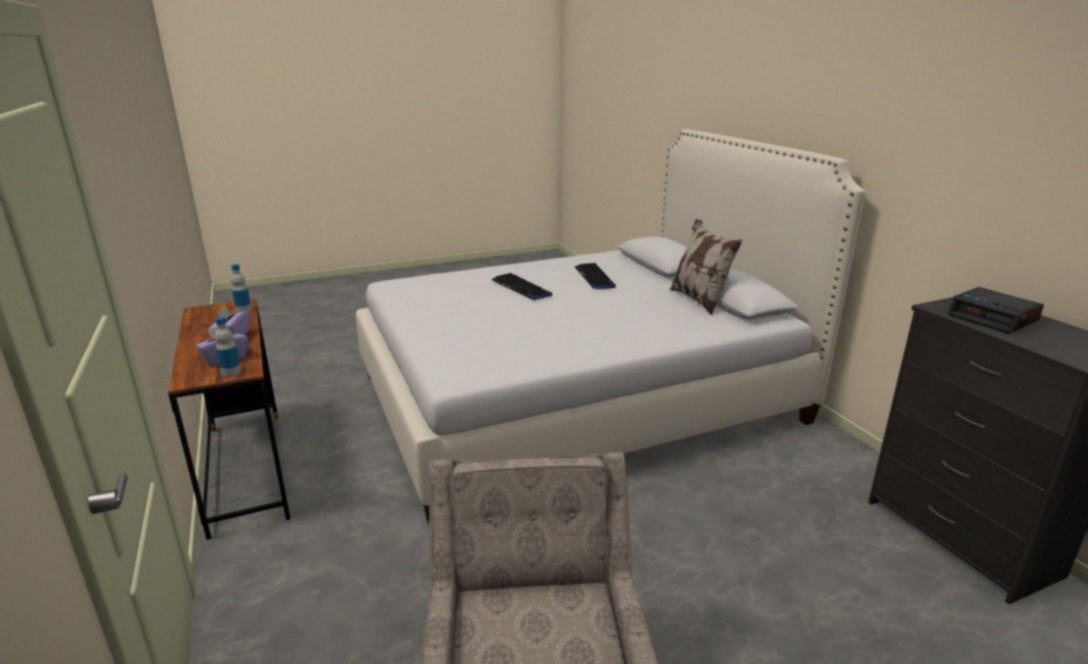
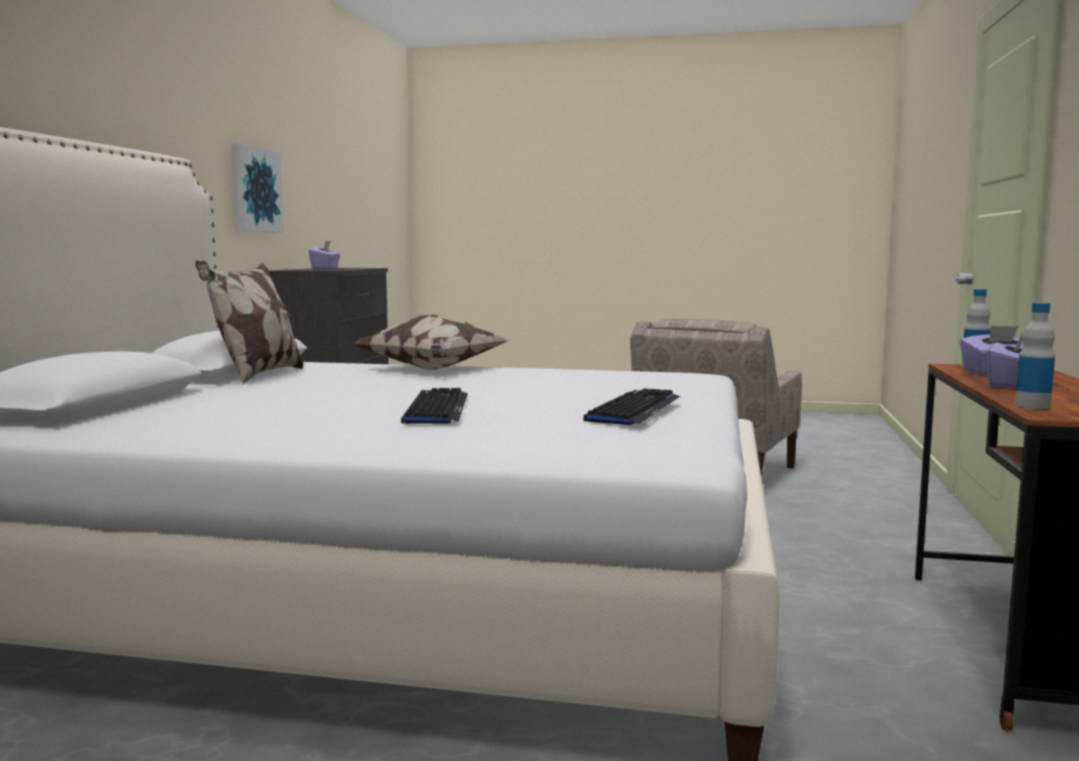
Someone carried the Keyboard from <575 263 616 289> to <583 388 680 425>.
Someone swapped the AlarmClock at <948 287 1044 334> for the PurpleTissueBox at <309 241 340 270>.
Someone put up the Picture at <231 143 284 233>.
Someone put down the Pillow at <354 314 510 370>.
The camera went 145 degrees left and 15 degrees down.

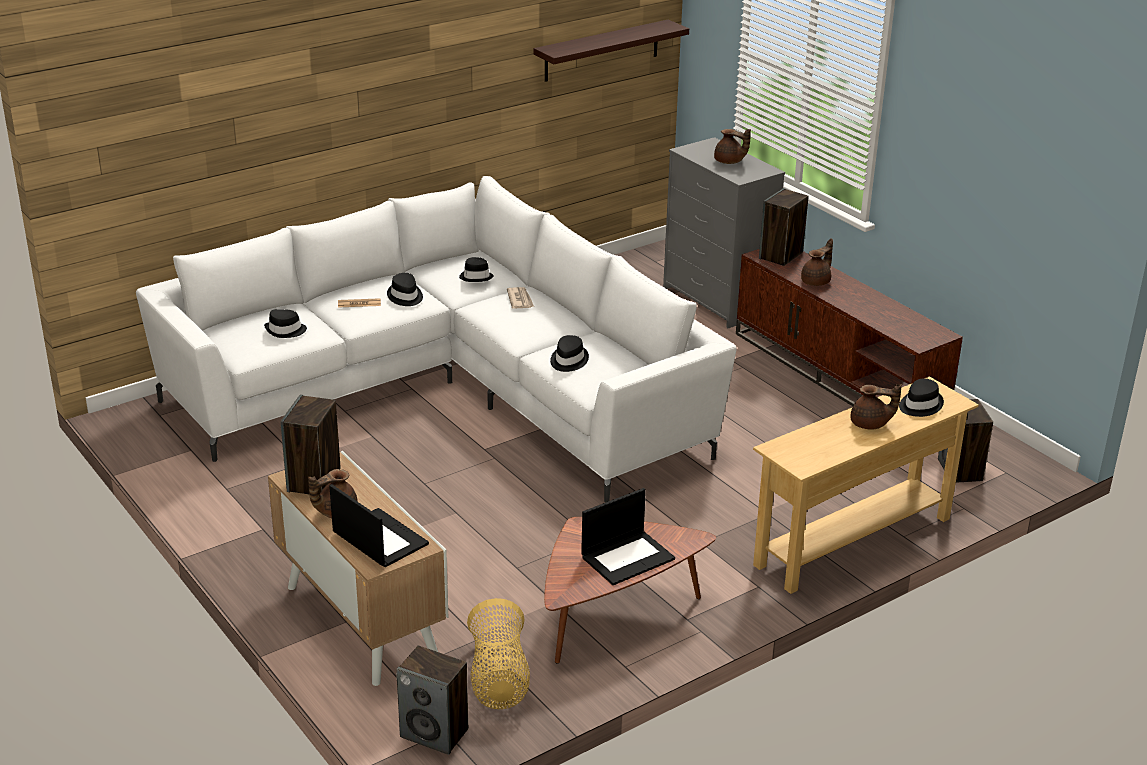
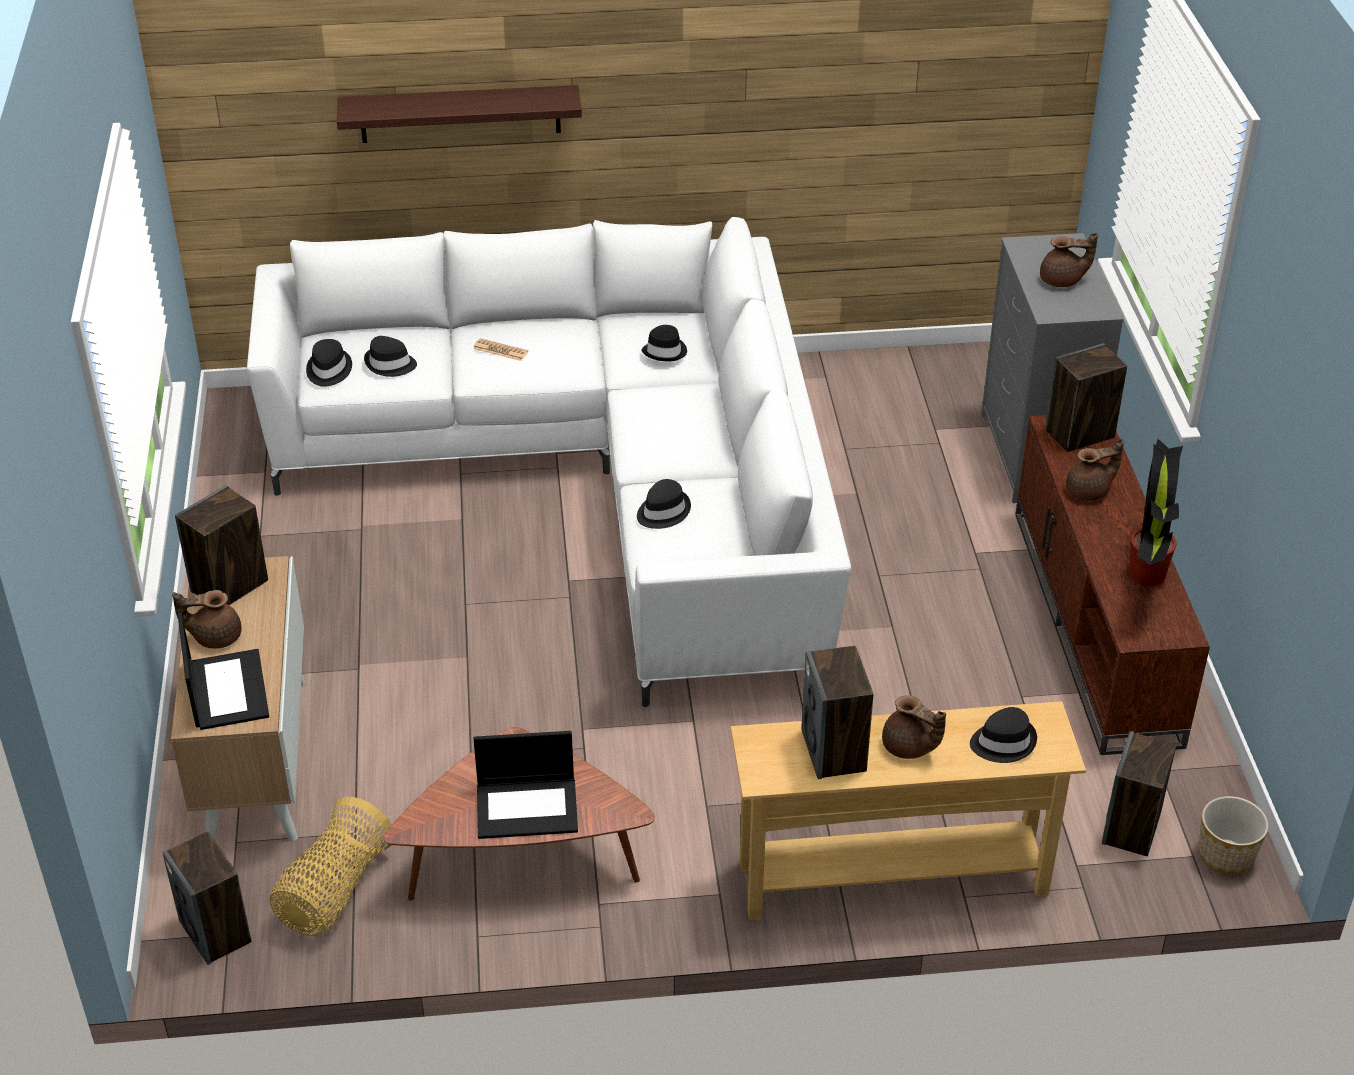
Someone carried the BlackHat from <387 273 423 306> to <306 339 352 387>.
Someone took away the Newspaper at <507 287 534 308>.
Someone carried the Shelf from <534 20 689 82> to <337 85 582 143>.
Someone rotated the BrownTeapot at <714 129 751 164> by 60 degrees counterclockwise.
Someone put down the Speaker at <801 646 873 779>.
Someone put down the PottedPlant at <1129 439 1183 586>.
Someone put down the Planter at <1198 796 1269 875>.
The camera went 30 degrees right and 10 degrees up.

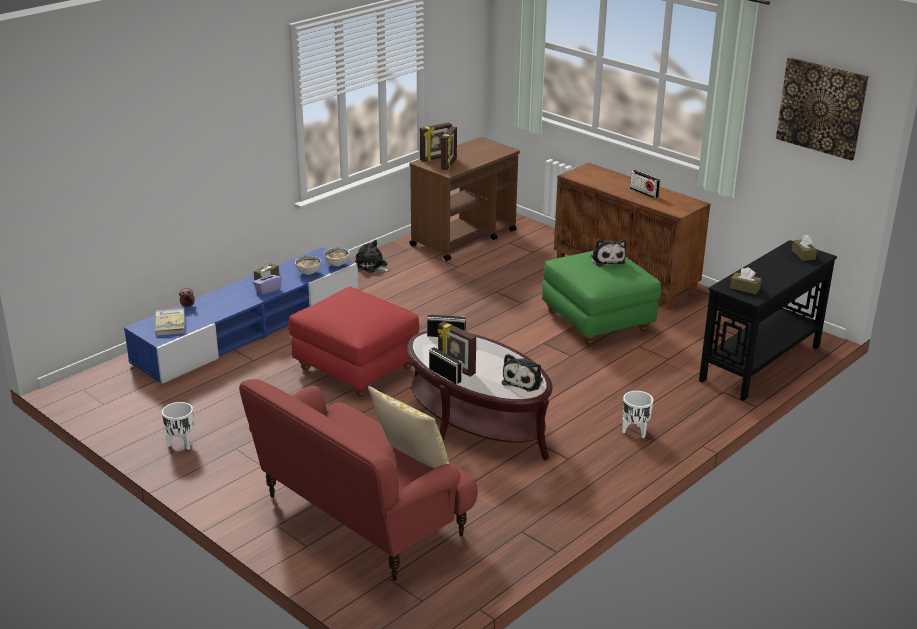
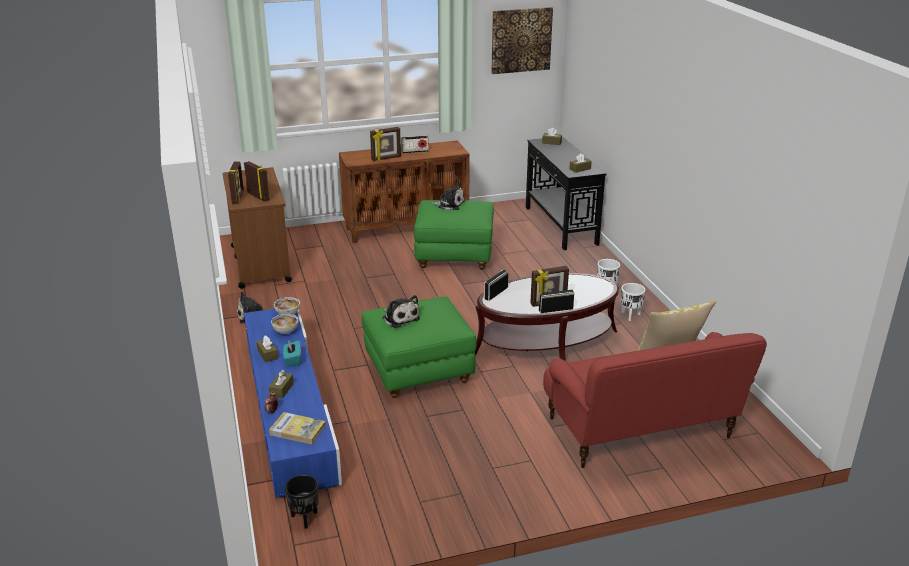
Someone carried the WhitePlanter from <162 402 194 450> to <621 283 645 321>.
Someone repainted the PurpleTissueBox at <253 270 282 295>, which became the TurquoiseTissueBox at <283 340 301 366>.
Someone repainted the RedOttoman at <289 286 419 397>, which became the GreenOttoman at <362 296 476 398>.
Someone carried the PlushToy from <502 354 543 391> to <383 295 420 328>.
Someone put down the BrownTissueBox at <269 370 294 399>.
Someone put down the BlackPlanter at <285 475 319 529>.
Someone put down the PictureFrame at <370 127 401 161>.
The camera went 60 degrees left and 0 degrees up.

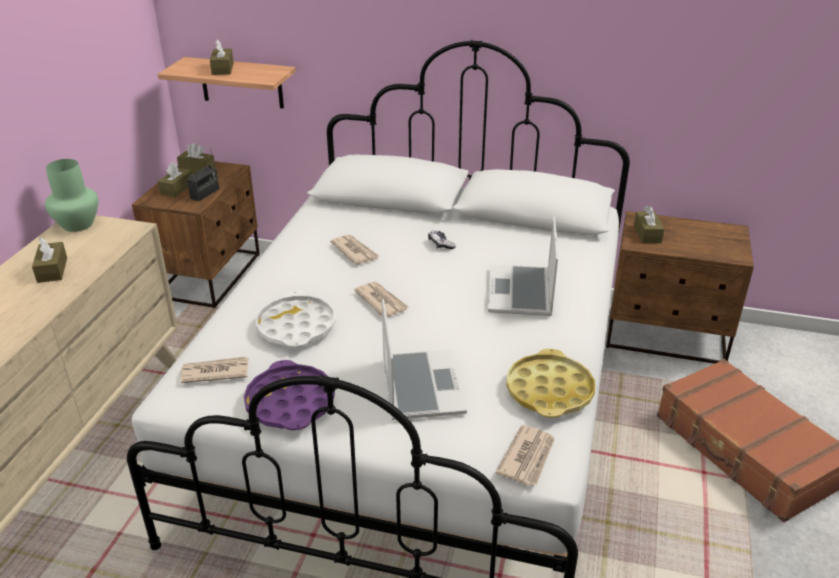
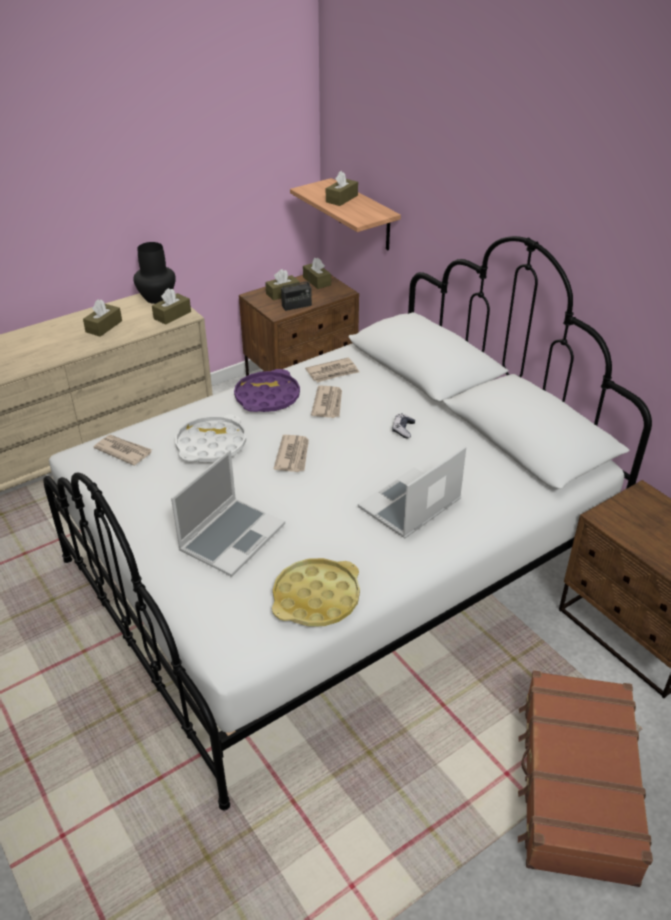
Someone repainted the GreenVase at <45 159 98 232>, which became the BlackVase at <133 242 176 304>.
Someone carried the PurpleTray from <244 360 335 430> to <234 369 300 412>.
Someone carried the Newspaper from <496 425 555 485> to <305 358 359 383>.
Someone carried the BrownTissueBox from <634 206 664 243> to <152 288 191 325>.
The camera went 40 degrees right and 5 degrees up.

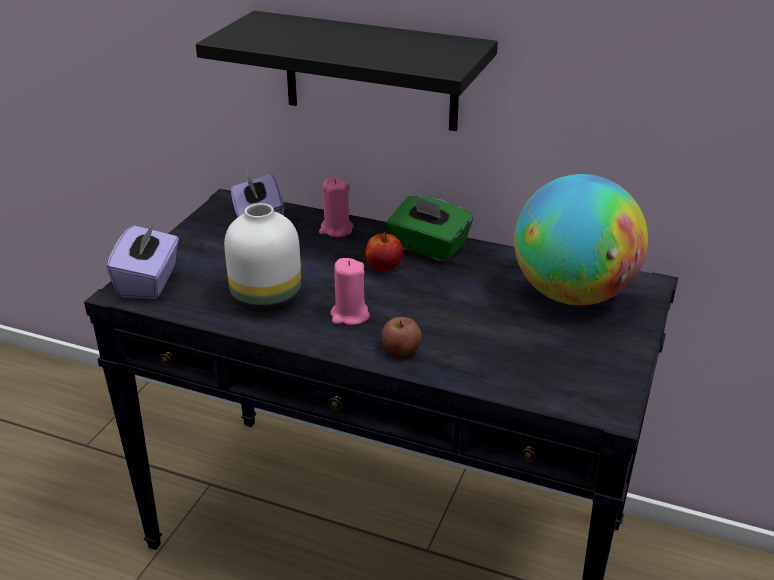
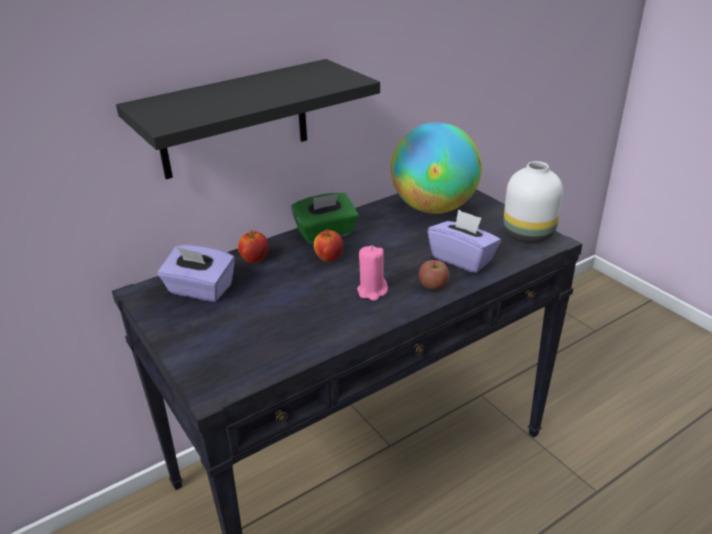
Someone carried the PurpleTissueBox from <107 222 179 299> to <427 209 501 273>.
Someone carried the WhiteVase from <224 203 301 313> to <504 161 563 243>.
Someone swapped the PinkCandle at <319 178 354 237> for the Apple at <238 230 268 263>.
The camera went 55 degrees left and 0 degrees up.

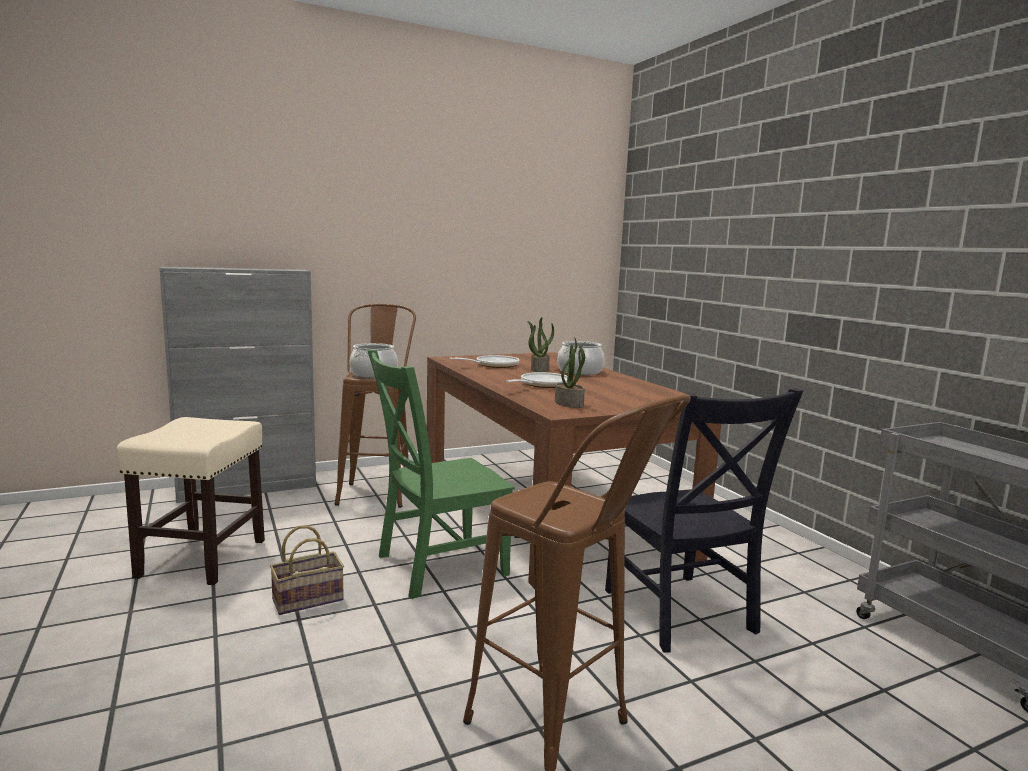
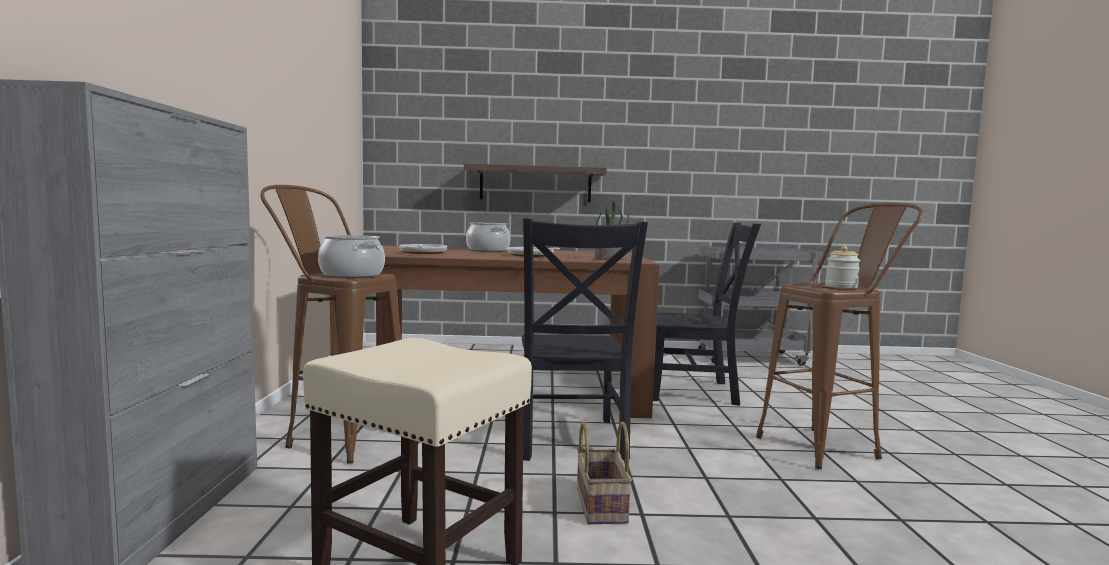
Someone repainted the GreenChair at <367 349 515 599>, which became the BlackChair at <522 218 648 461>.
Someone took away the PottedPlant at <527 317 554 372>.
Someone put up the Shelf at <464 163 607 202>.
Someone put down the Jar at <825 246 860 288>.
The camera went 65 degrees left and 5 degrees down.

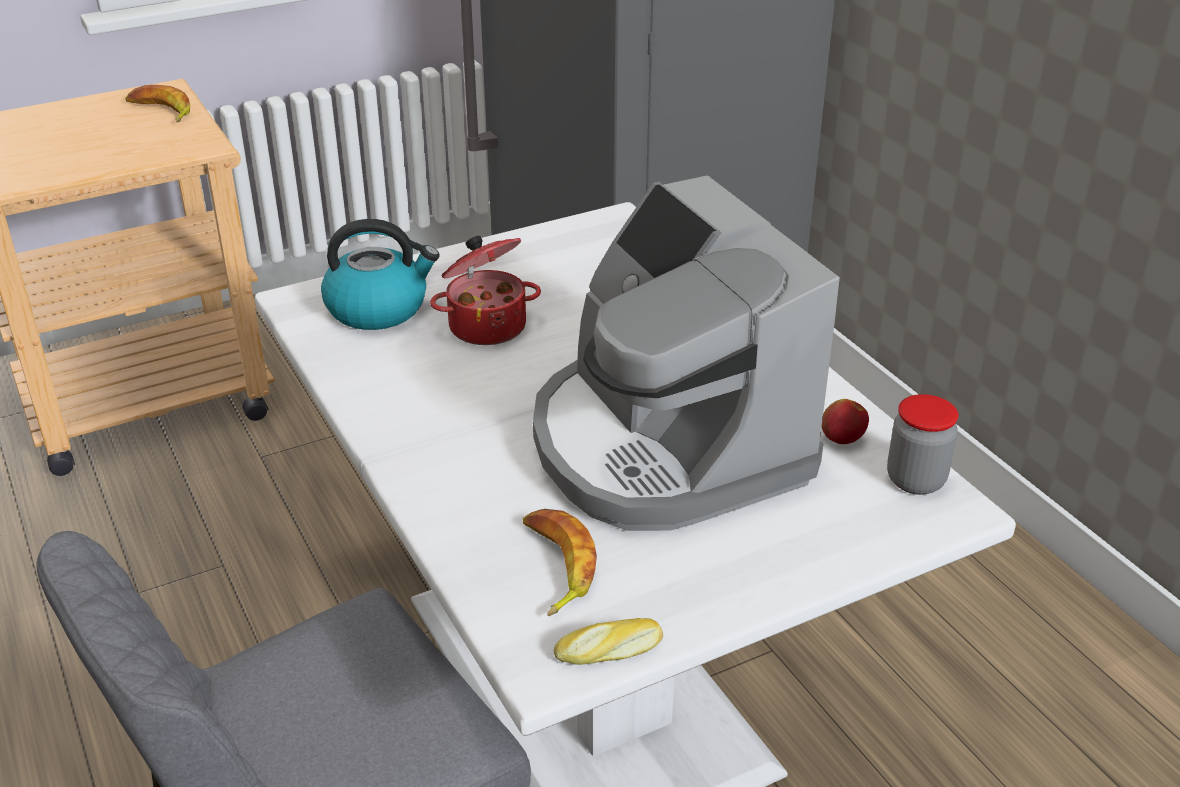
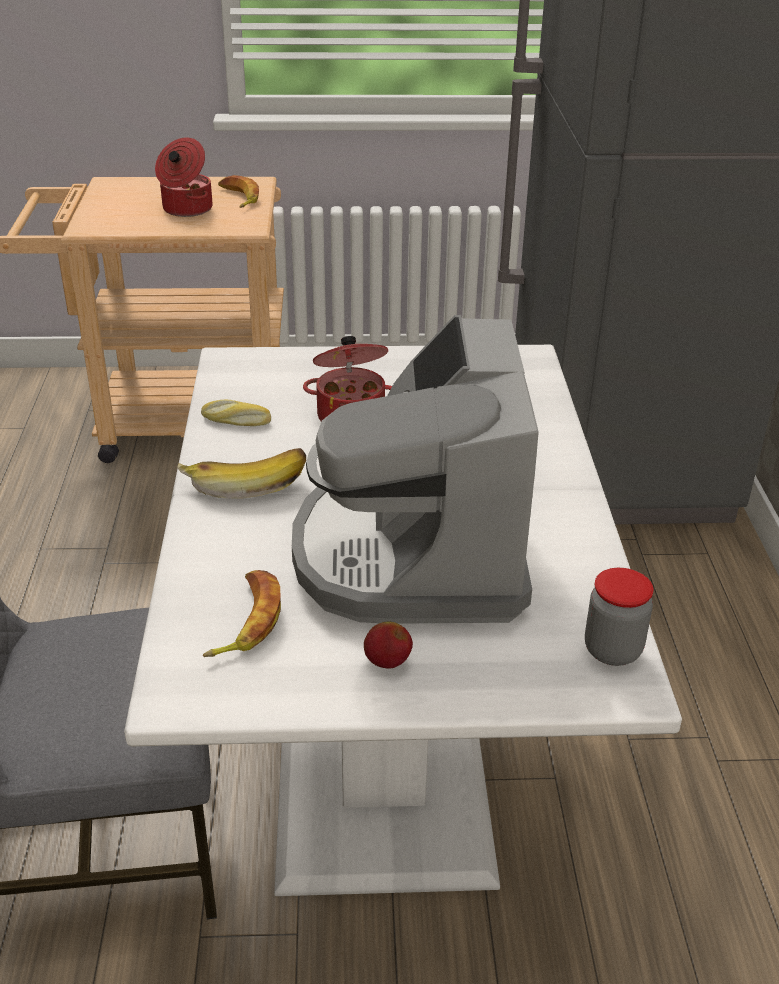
Someone took away the Kettle at <321 219 440 330>.
Someone carried the Bread from <554 618 663 665> to <201 400 271 426>.
Someone carried the Apple from <822 399 869 444> to <364 622 413 669>.
Someone put down the CookingPot at <155 138 213 217>.
Someone put down the Banana at <177 448 306 499>.
The camera went 25 degrees right and 0 degrees up.

